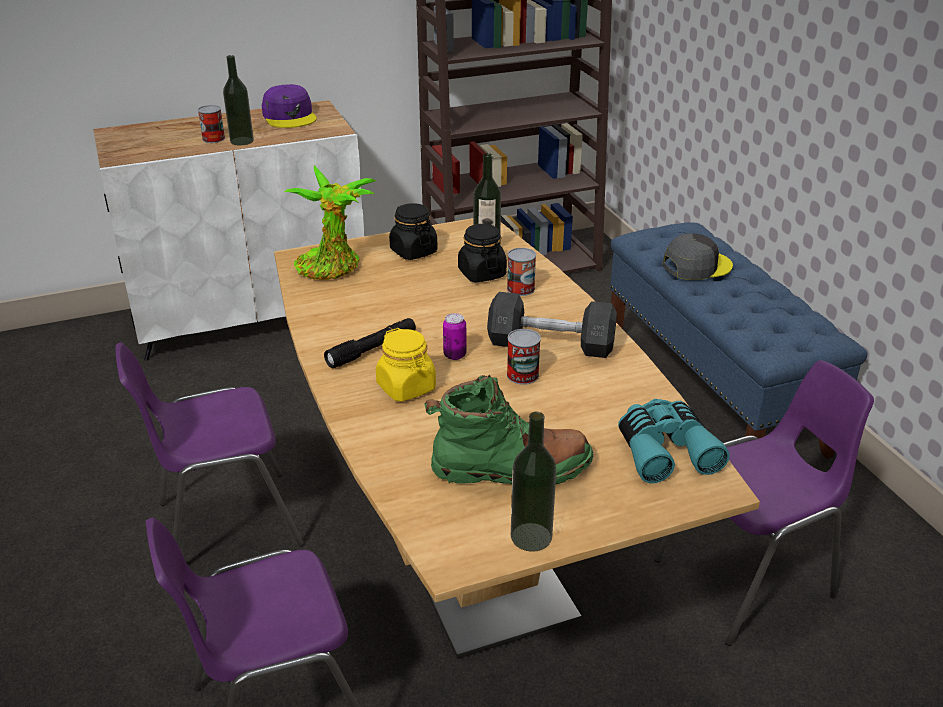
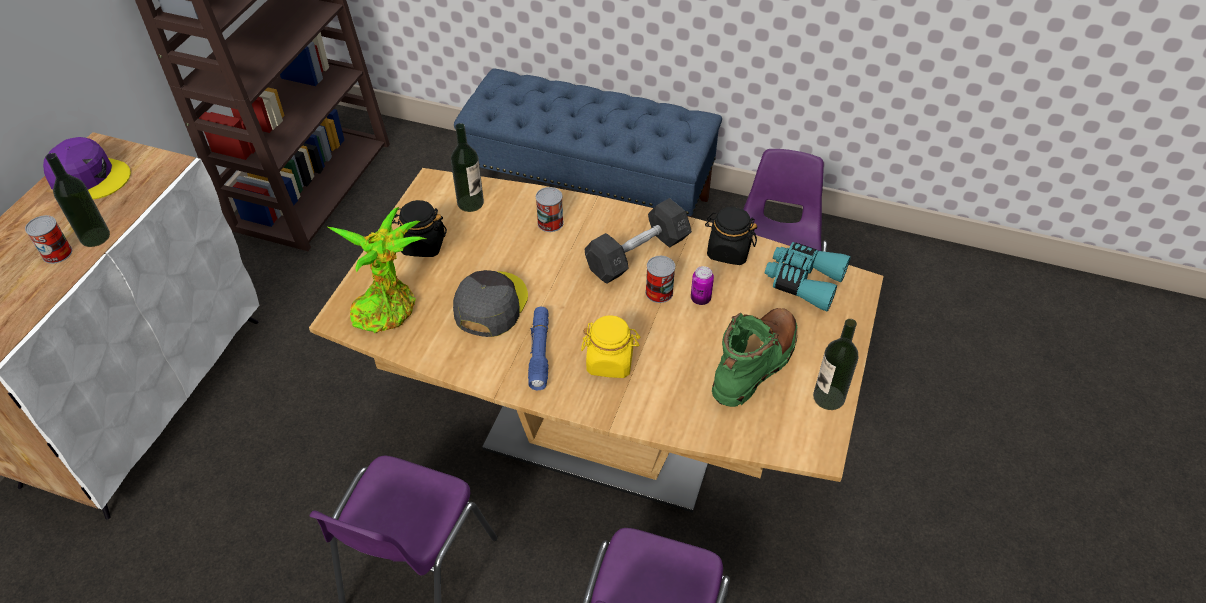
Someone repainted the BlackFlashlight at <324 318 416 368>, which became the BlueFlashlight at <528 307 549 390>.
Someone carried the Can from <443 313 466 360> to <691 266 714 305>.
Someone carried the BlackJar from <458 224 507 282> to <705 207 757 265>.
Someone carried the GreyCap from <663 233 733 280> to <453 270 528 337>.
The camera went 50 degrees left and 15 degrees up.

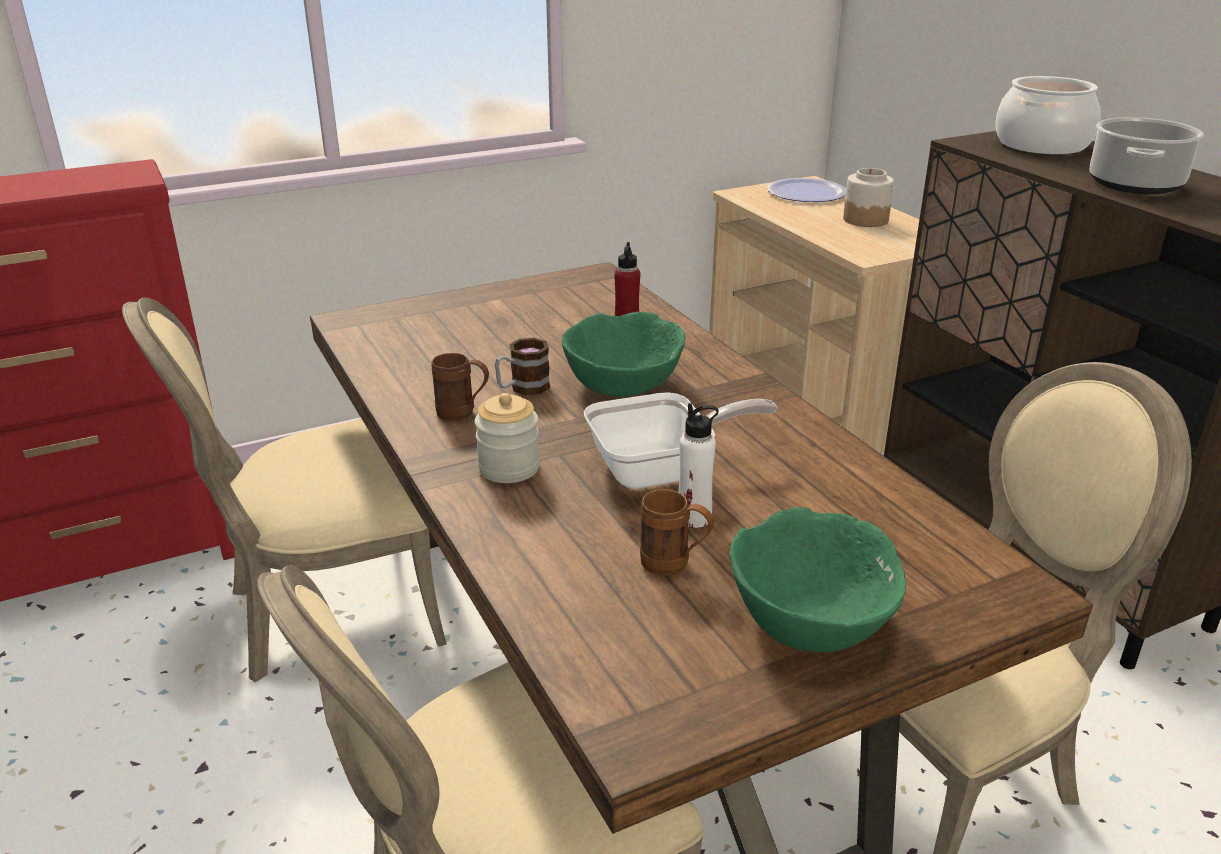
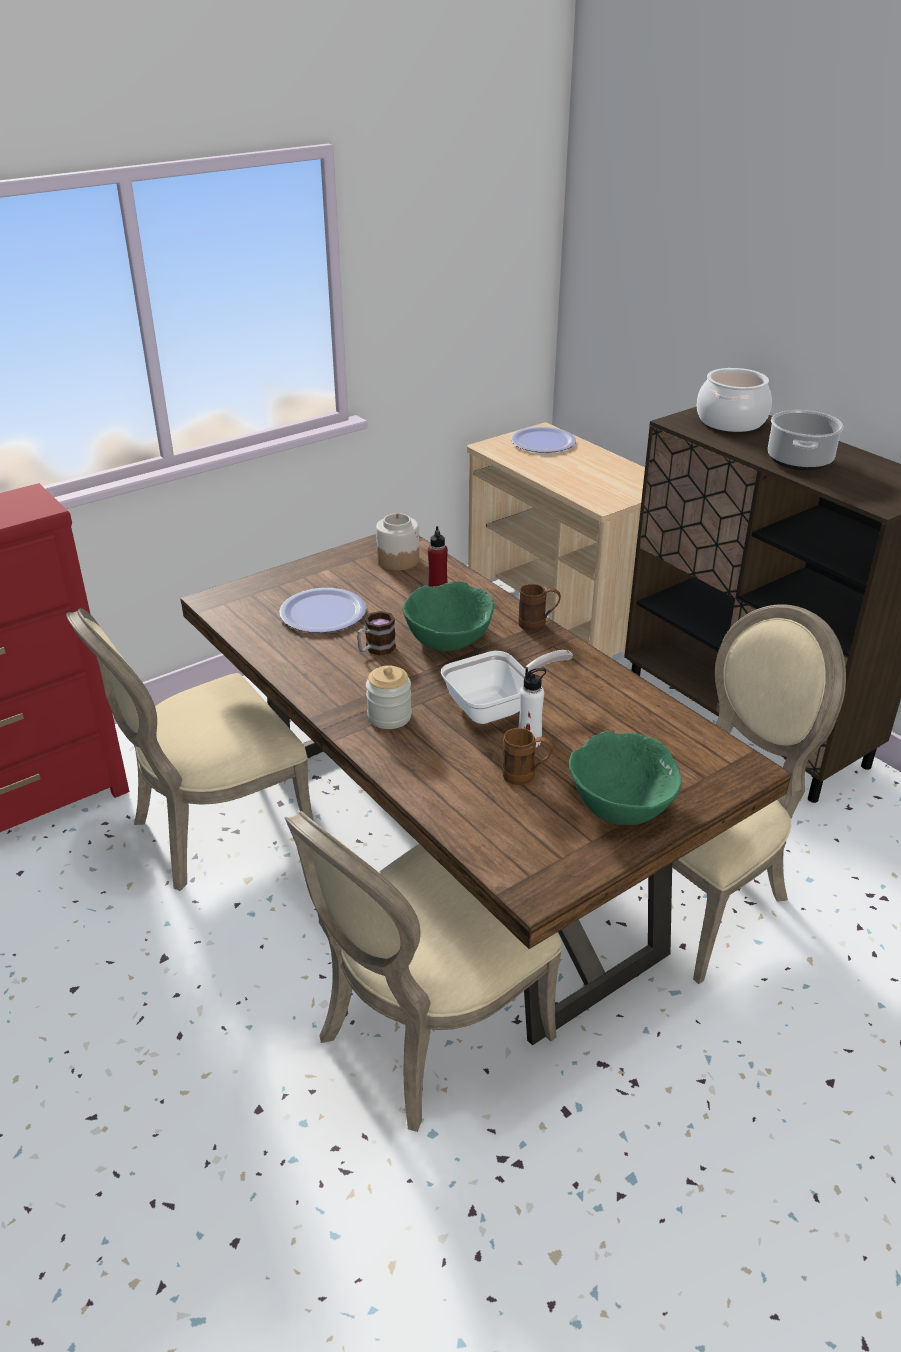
Someone carried the BrownMug from <431 353 489 421> to <518 584 561 631>.
Someone carried the Jar from <843 168 894 227> to <376 513 419 570>.
Someone put down the Plate at <279 588 366 633>.
The camera went 10 degrees left and 5 degrees up.

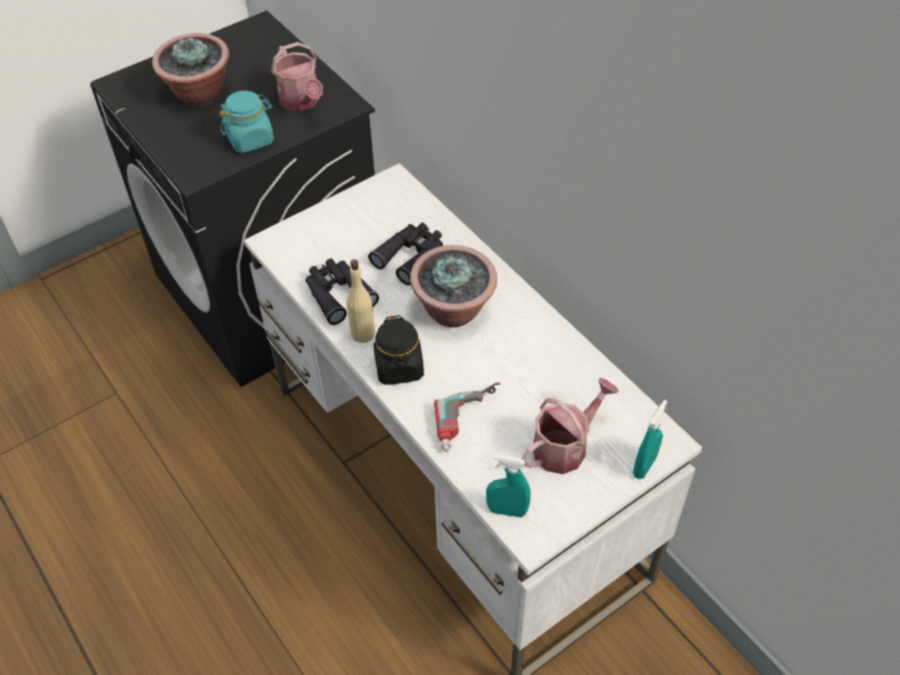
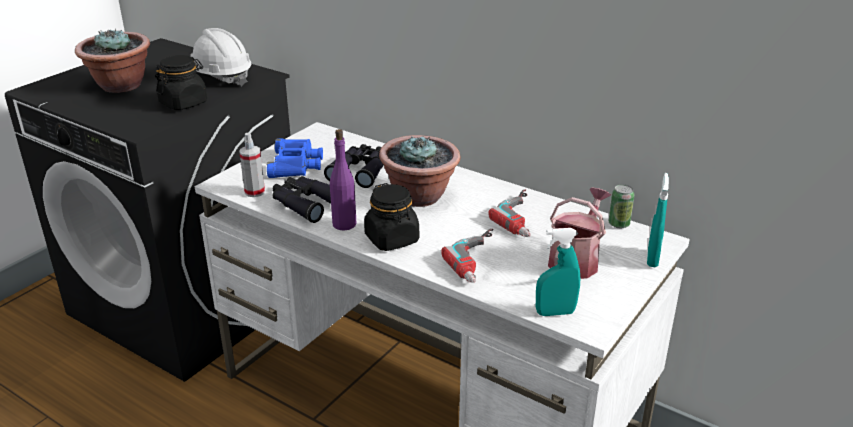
Someone repainted the TurquoiseJar at <219 91 274 153>, which became the BlackJar at <155 55 207 110>.
Someone swapped the WateringCan at <271 42 323 111> for the WhiteHardHat at <190 28 252 87>.
Someone repainted the BeigeBottle at <347 259 375 343>, which became the PurpleBottle at <330 129 356 230>.
Someone put down the SprayBottle at <239 133 265 197>.
Someone put down the BlueBinoculars at <267 139 323 178>.
Someone put down the PowerDrill at <488 189 530 237>.
Someone put down the Can at <609 185 634 228>.
The camera went 20 degrees left and 20 degrees down.

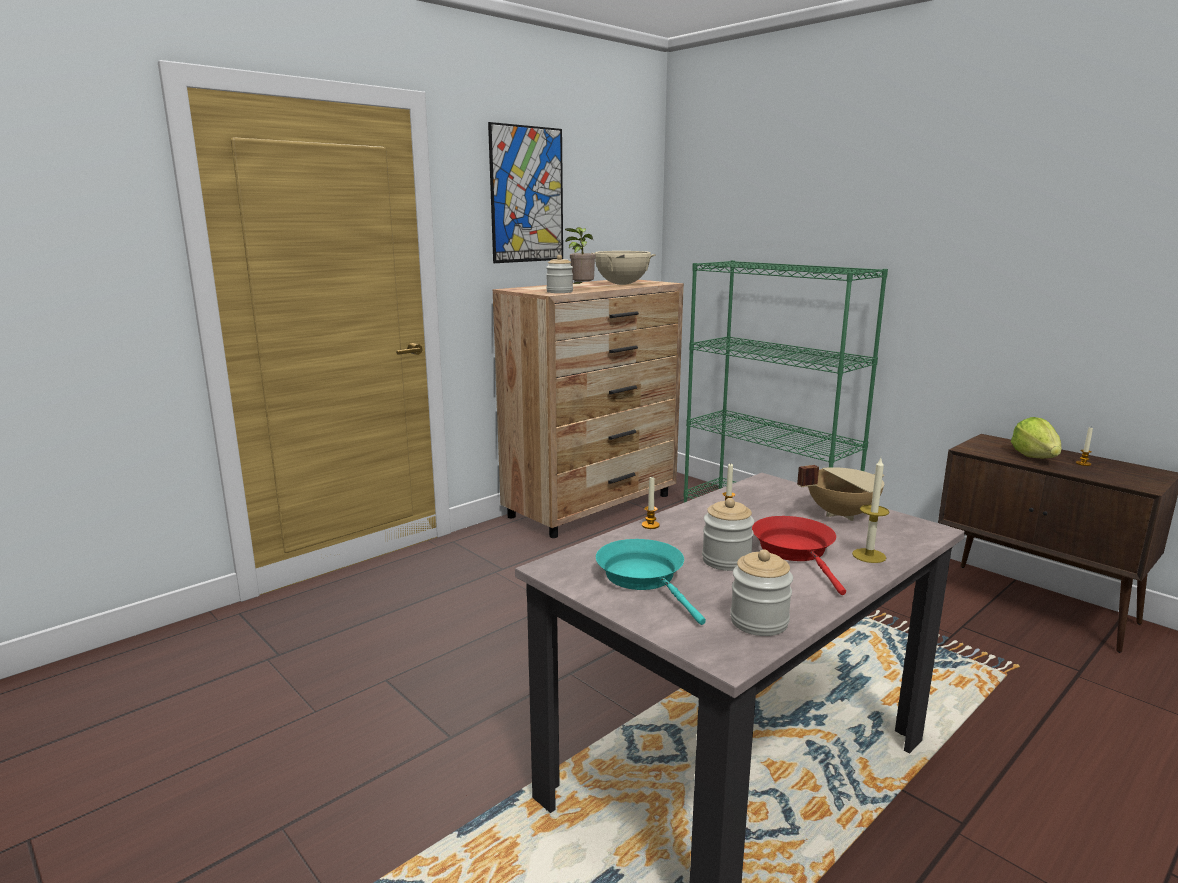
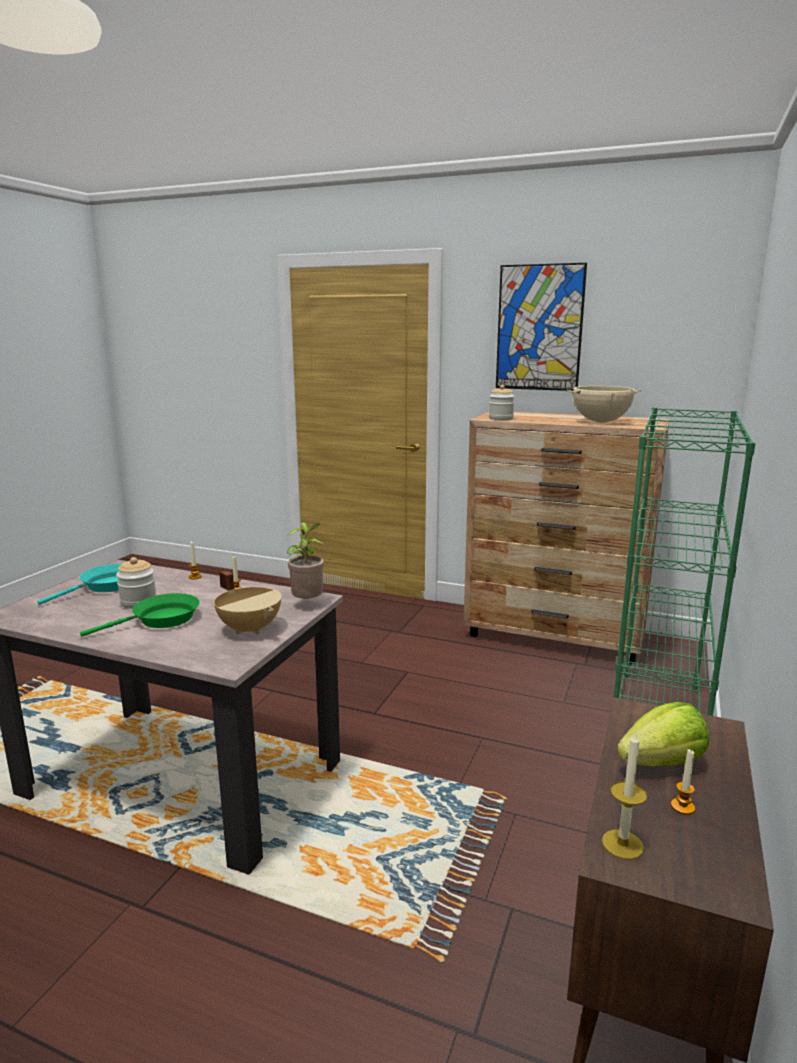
Someone carried the PottedPlant from <565 227 596 284> to <287 522 325 599>.
Someone took away the Jar at <730 549 793 636>.
Someone repainted the RedFryingPan at <752 516 846 595>, which became the GreenFryingPan at <80 593 200 637>.
Someone carried the Candle from <852 458 889 563> to <602 732 647 860>.
The camera went 65 degrees right and 0 degrees up.

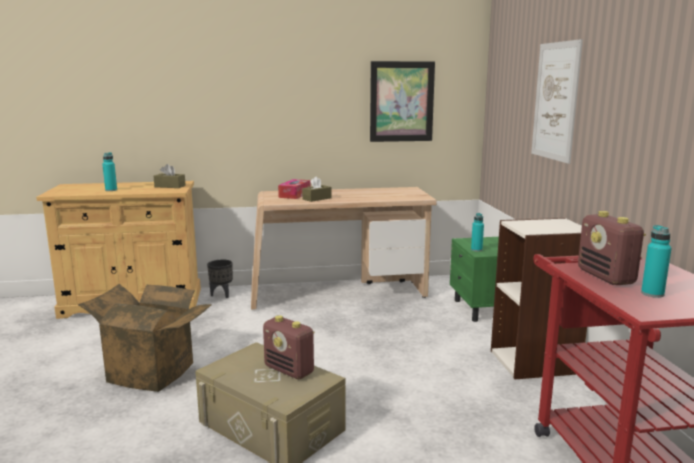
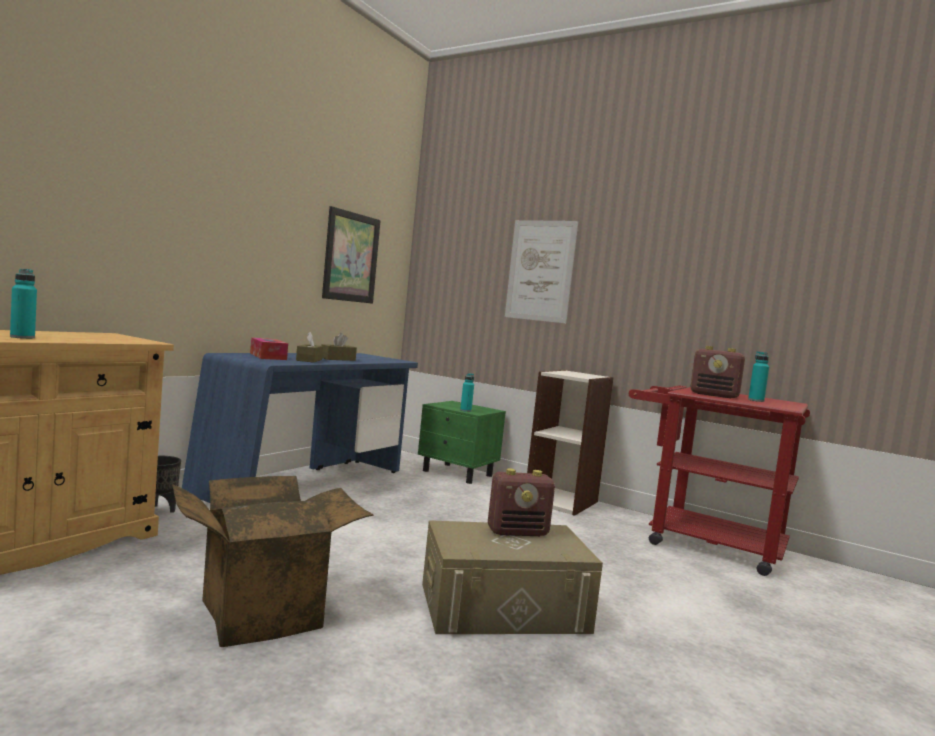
Someone carried the BrownTissueBox from <154 164 186 188> to <321 333 357 361>.
Someone repainted the BeigeDesk at <251 187 437 310>, which became the BlueDesk at <182 353 418 503>.
The camera went 50 degrees left and 10 degrees down.

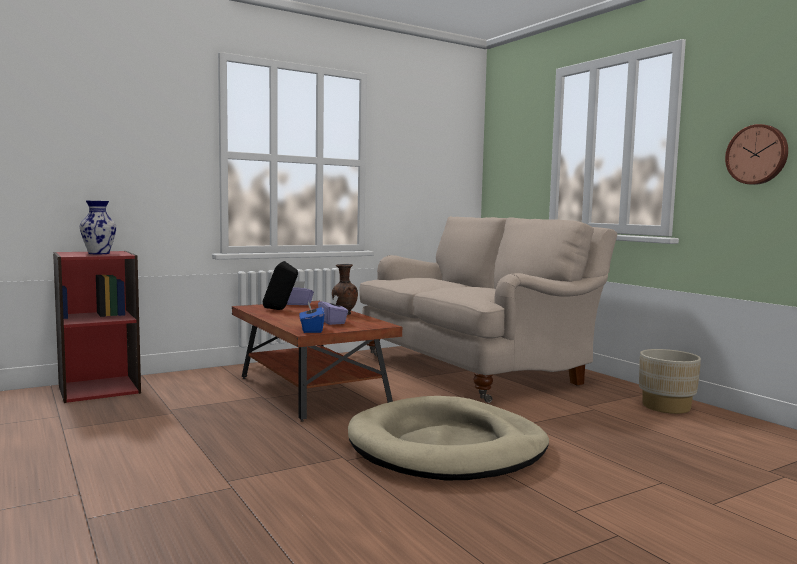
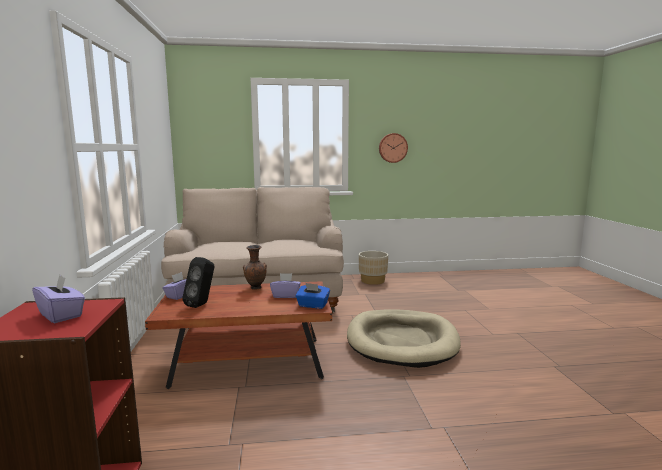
Someone swapped the Vase at <80 201 116 254> for the PurpleTissueBox at <32 275 85 323>.
The camera went 65 degrees left and 5 degrees up.

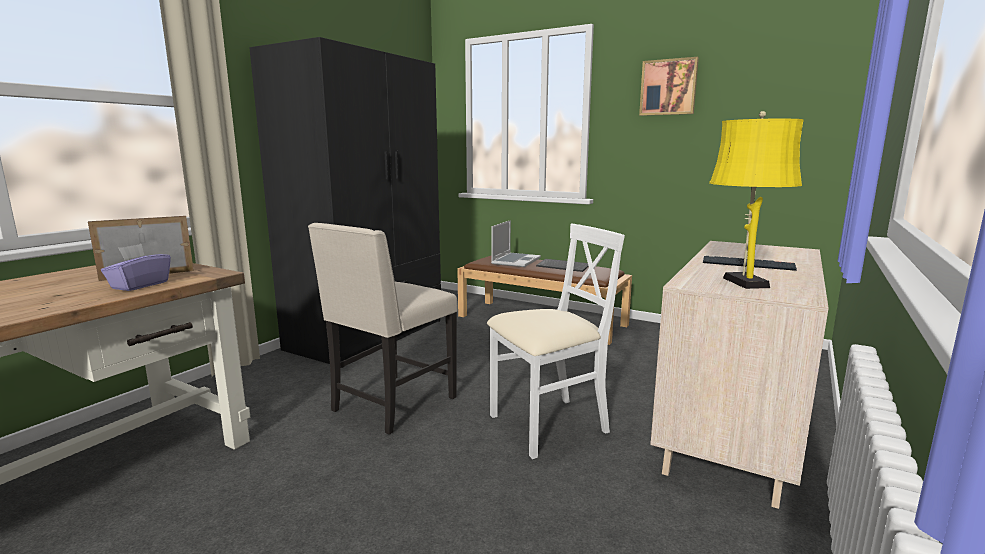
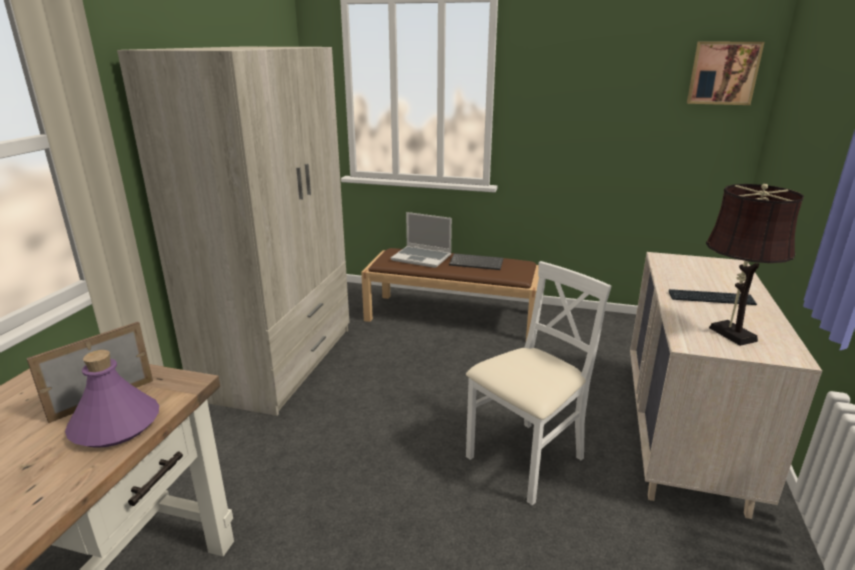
Someone swapped the PurpleTissueBox at <101 244 171 291> for the PurpleBottle at <65 350 159 448>.
Someone repainted the BlackWardrobe at <249 37 441 368>, which became the BeigeWardrobe at <117 47 350 416>.
Someone took away the BeigeChair at <308 223 458 435>.
Someone rotated the Laptop at <491 220 541 267> by 105 degrees clockwise.
Someone carried the Picture from <639 57 699 116> to <687 42 764 105>.
Someone repainted the YellowTableLamp at <709 111 804 289>, which became the BrownTableLamp at <706 183 804 346>.
The camera went 15 degrees left and 10 degrees up.

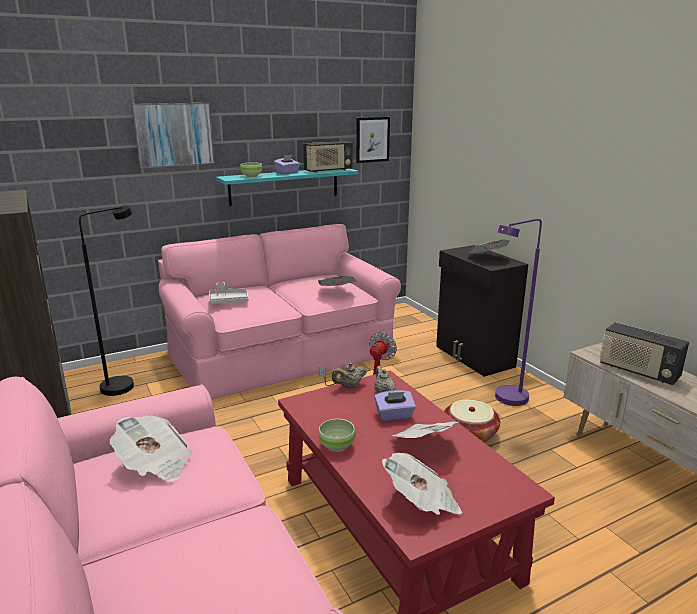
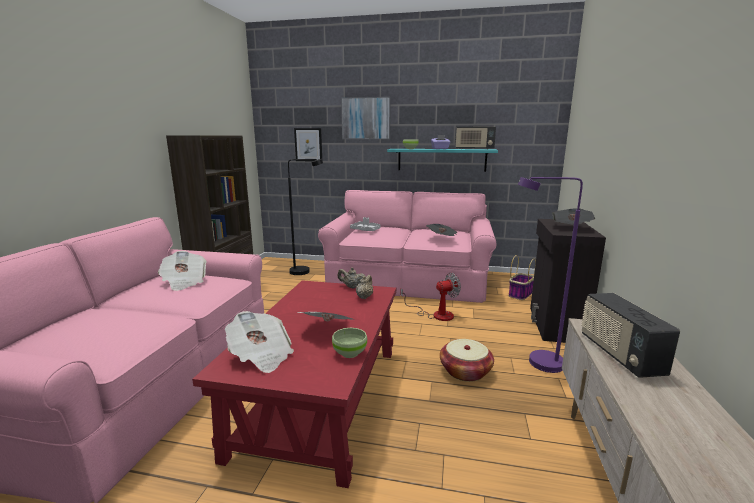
Someone carried the GreenBowl from <318 419 356 452> to <332 328 367 358>.
Someone carried the Picture from <356 117 390 163> to <294 128 322 161>.
Someone took away the PurpleTissueBox at <374 390 416 421>.
Someone put down the Basket at <509 255 536 300>.
The camera went 40 degrees right and 5 degrees down.

